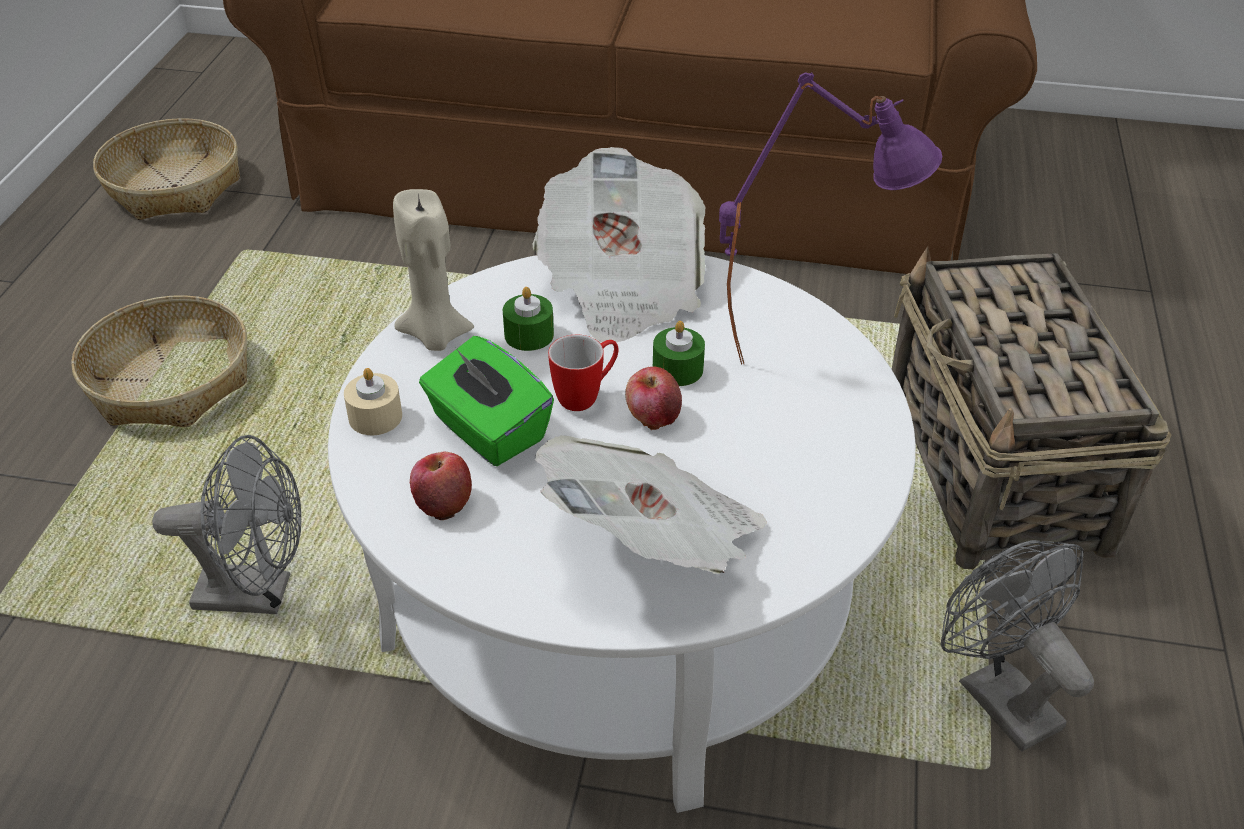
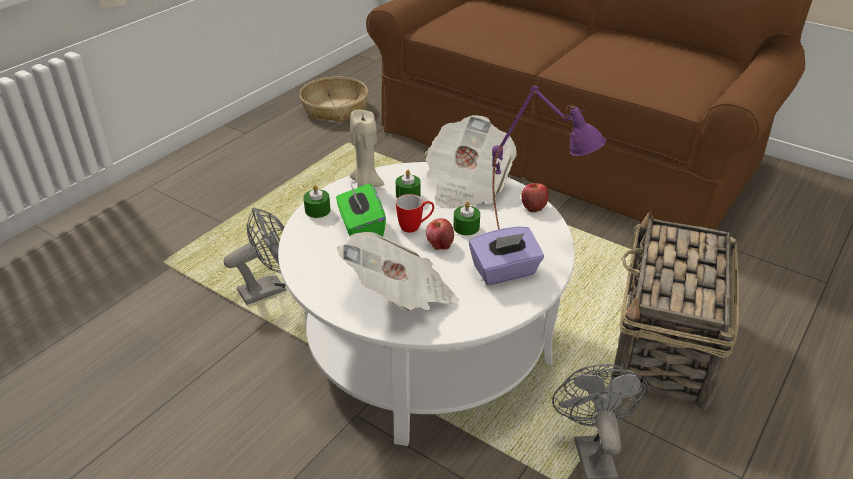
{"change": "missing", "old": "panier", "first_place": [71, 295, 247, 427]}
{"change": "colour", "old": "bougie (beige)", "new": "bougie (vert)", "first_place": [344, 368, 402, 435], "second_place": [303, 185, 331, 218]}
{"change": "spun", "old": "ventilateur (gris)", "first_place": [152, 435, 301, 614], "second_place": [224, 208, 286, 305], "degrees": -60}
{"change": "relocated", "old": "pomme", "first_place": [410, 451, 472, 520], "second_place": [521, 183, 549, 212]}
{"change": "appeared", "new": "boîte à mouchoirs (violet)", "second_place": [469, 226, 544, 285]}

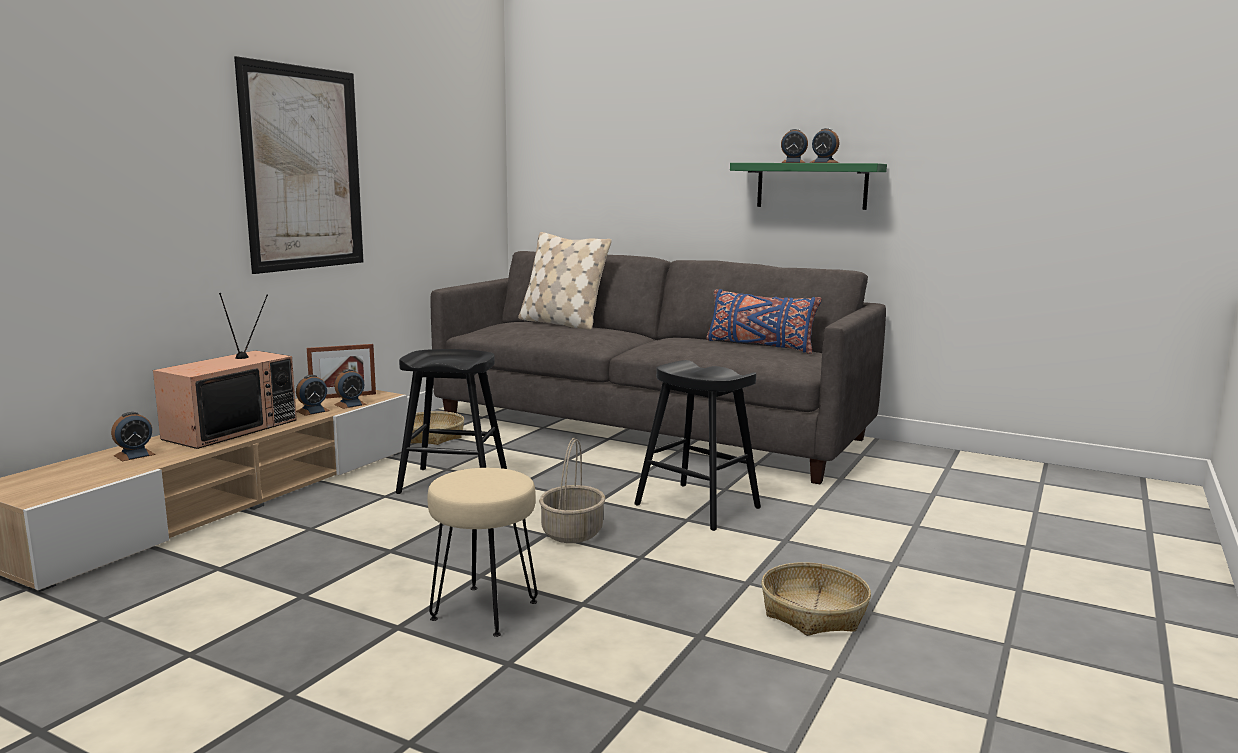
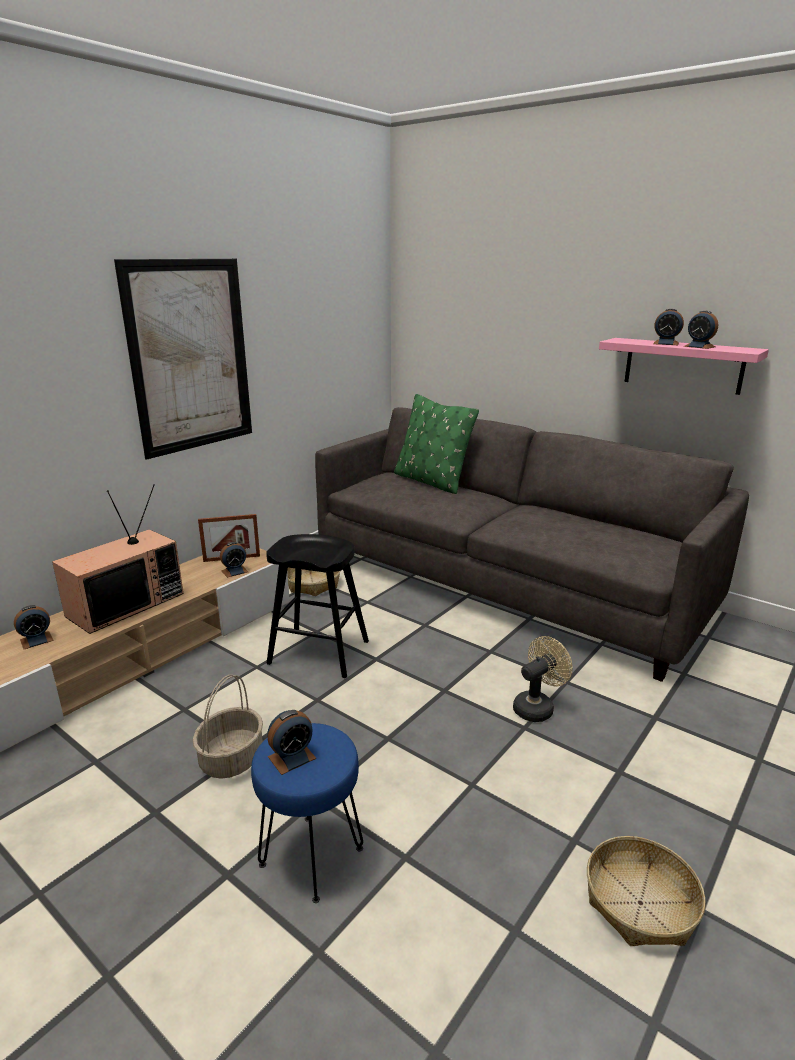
{"change": "colour", "old": "étagère (vert)", "new": "étagère (rose)", "first_place": [730, 163, 887, 210], "second_place": [599, 338, 769, 395]}
{"change": "colour", "old": "coussin (beige)", "new": "coussin (vert)", "first_place": [518, 232, 612, 329], "second_place": [394, 394, 479, 494]}
{"change": "missing", "old": "coussin (bleu)", "first_place": [706, 289, 822, 354]}
{"change": "exchanged", "old": "tabouret (noir)", "new": "ventilateur (beige)", "first_place": [634, 360, 761, 531], "second_place": [513, 636, 573, 722]}
{"change": "relocated", "old": "réveil", "first_place": [296, 375, 330, 416], "second_place": [267, 710, 316, 775]}
{"change": "relocated", "old": "panier", "first_place": [539, 438, 606, 543], "second_place": [193, 674, 263, 779]}
{"change": "colour", "old": "tabouret (beige)", "new": "tabouret (bleu)", "first_place": [427, 468, 537, 637], "second_place": [251, 723, 363, 903]}

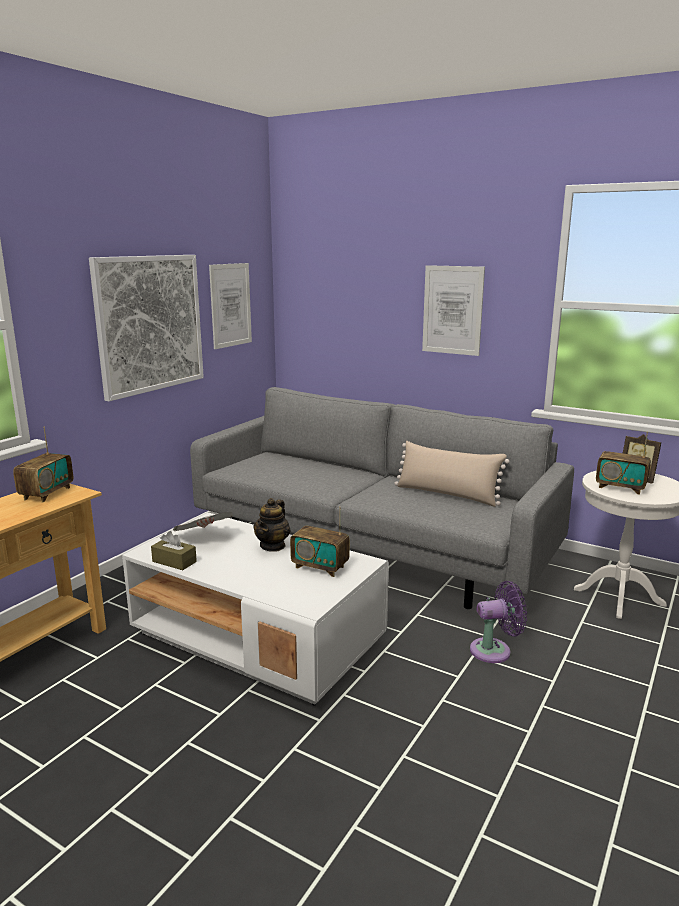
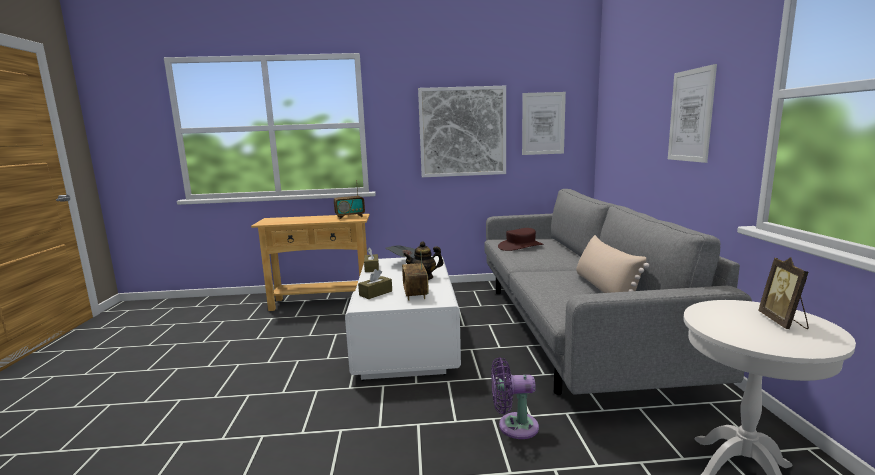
{"change": "missing", "old": "radio", "first_place": [596, 431, 651, 495]}
{"change": "spun", "old": "ventilateur (violet)", "first_place": [470, 581, 527, 663], "second_place": [491, 357, 539, 439], "degrees": 135}
{"change": "appeared", "new": "chapeau (marron)", "second_place": [498, 228, 543, 251]}
{"change": "appeared", "new": "boîte à mouchoirs (marron)", "second_place": [358, 269, 392, 299]}

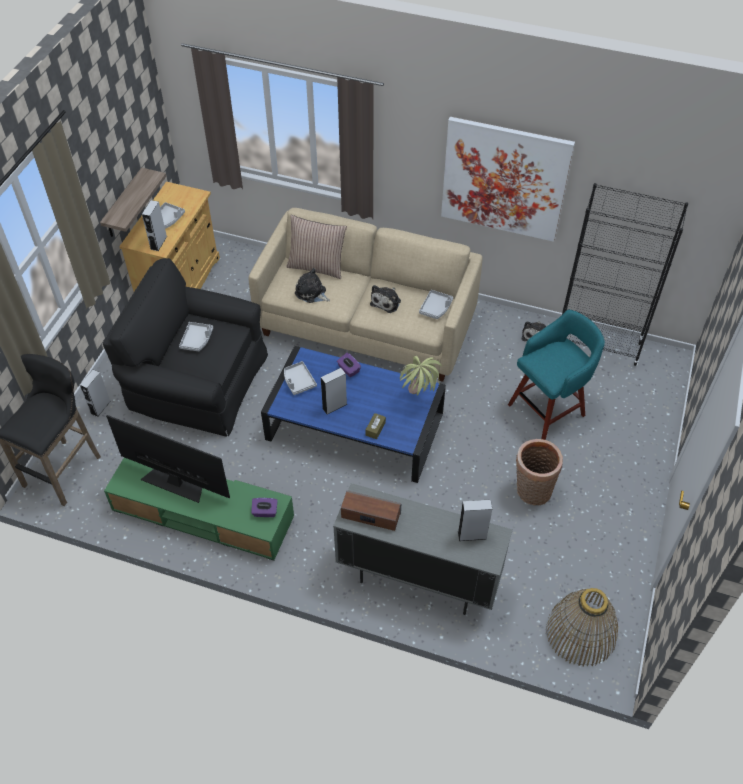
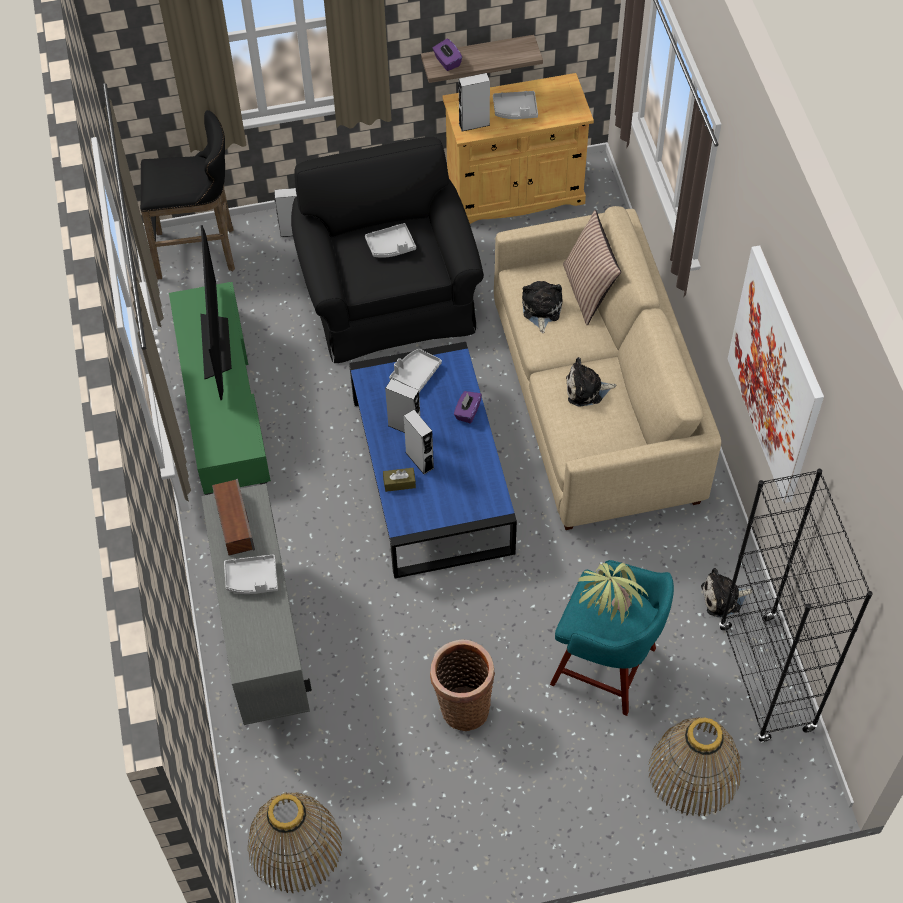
{"change": "relocated", "old": "plateau (gris)", "first_place": [419, 290, 453, 319], "second_place": [224, 555, 278, 594]}
{"change": "relocated", "old": "plante en pot", "first_place": [400, 356, 442, 396], "second_place": [578, 563, 648, 625]}
{"change": "relocated", "old": "boîte à mouchoirs (violet)", "first_place": [251, 498, 278, 517], "second_place": [432, 39, 462, 71]}
{"change": "relocated", "old": "enceinte (gris)", "first_place": [458, 499, 492, 541], "second_place": [404, 410, 434, 474]}
{"change": "appeared", "new": "panier", "second_place": [648, 717, 741, 816]}

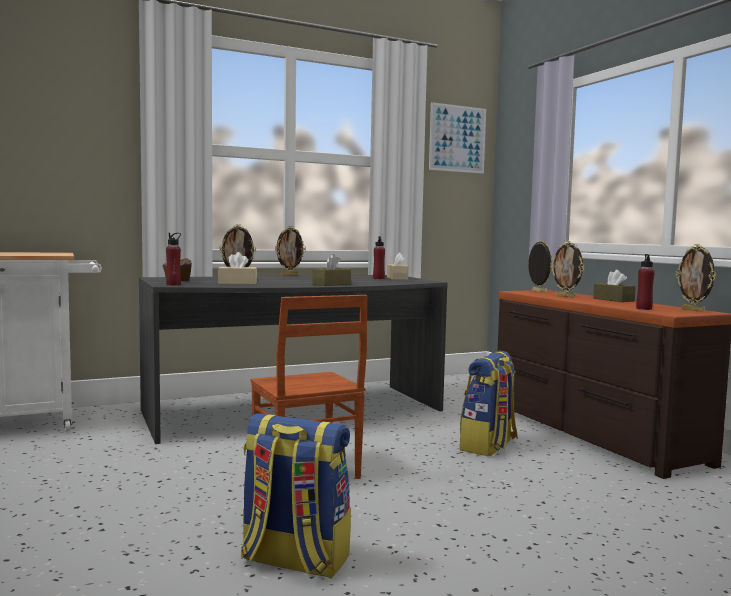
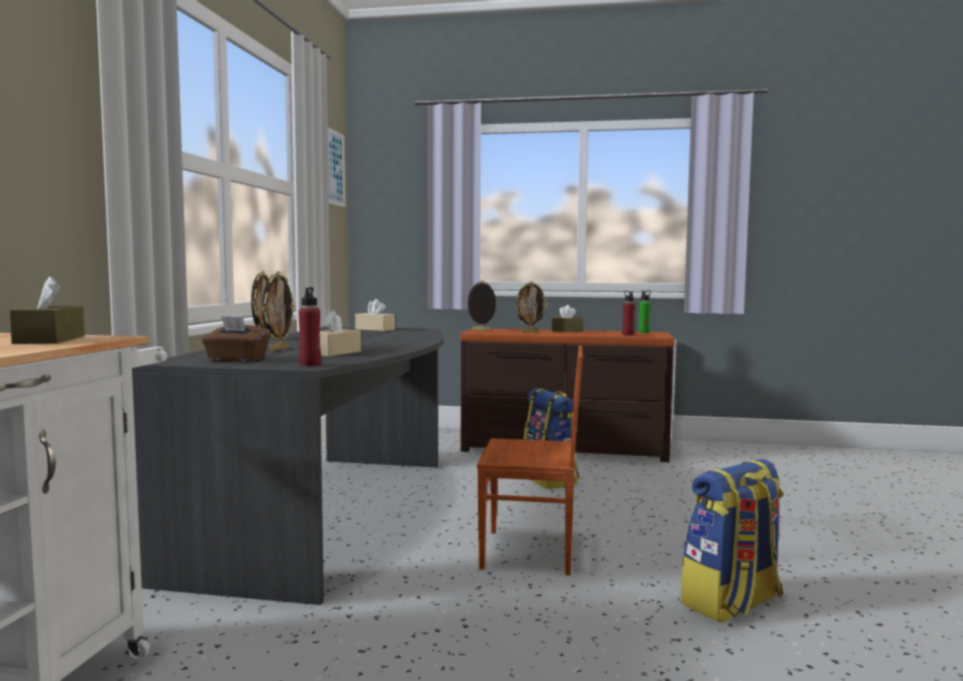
{"change": "missing", "old": "bouteille (rouge)", "first_place": [373, 236, 385, 279]}
{"change": "exchanged", "old": "cadre photo", "new": "bouteille (vert)", "first_place": [676, 244, 716, 312], "second_place": [638, 290, 651, 333]}
{"change": "relocated", "old": "boîte à mouchoirs (marron)", "first_place": [312, 254, 351, 286], "second_place": [9, 276, 85, 344]}

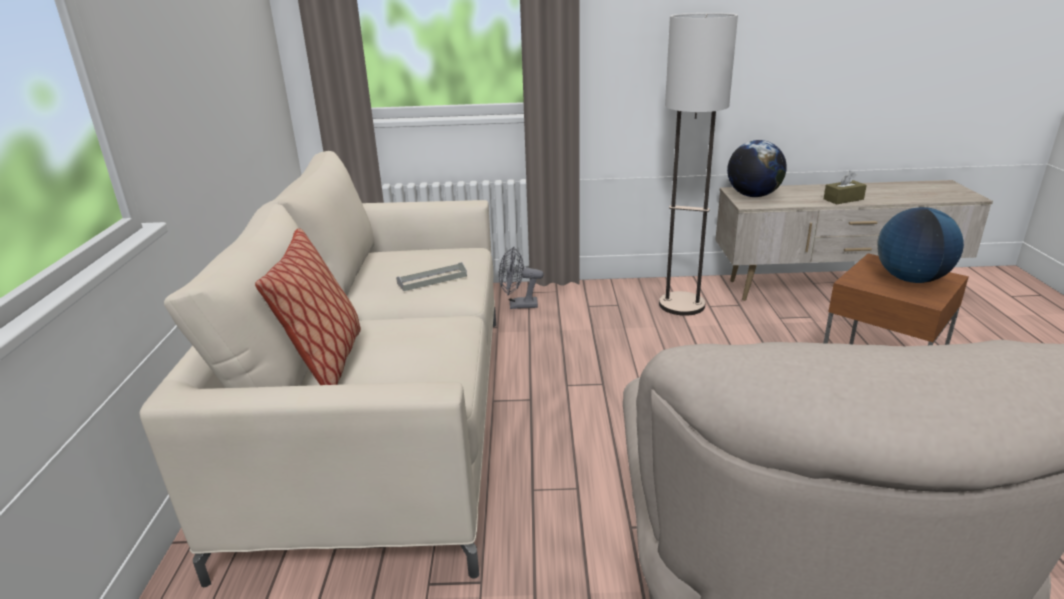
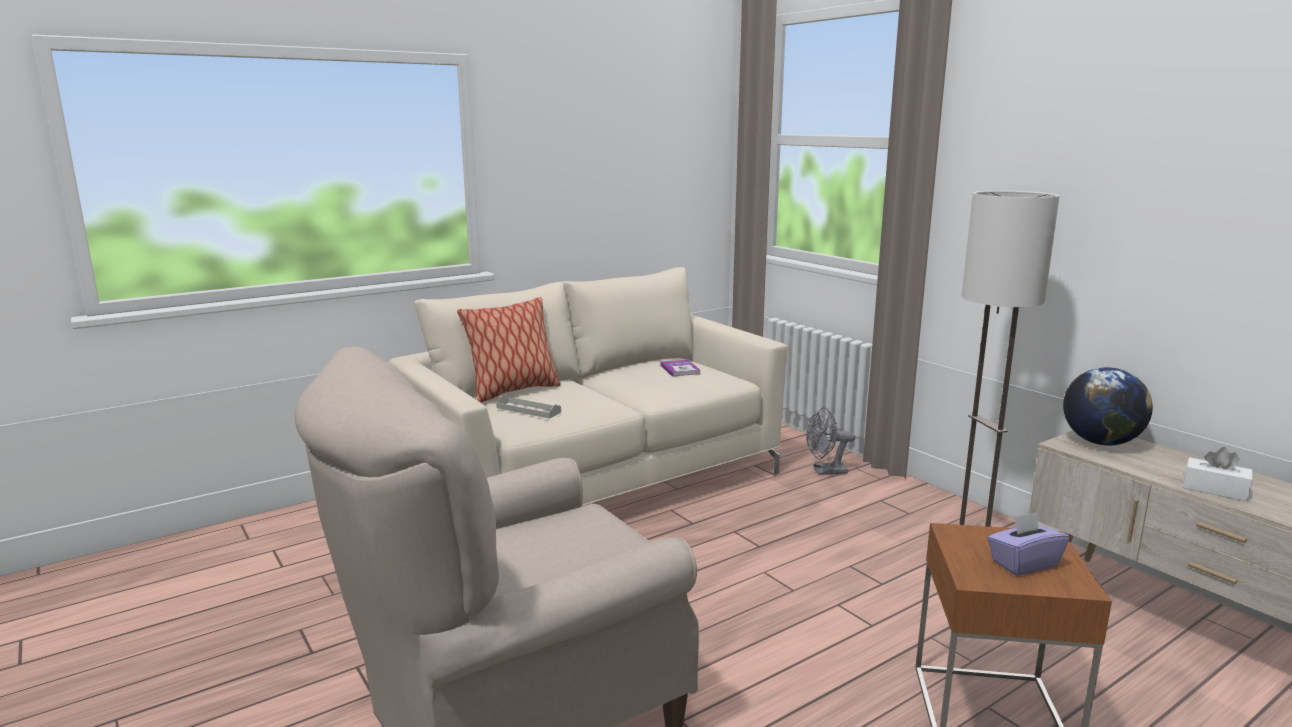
{"change": "colour", "old": "boîte à mouchoirs (marron)", "new": "boîte à mouchoirs (blanc)", "first_place": [824, 171, 867, 204], "second_place": [1183, 447, 1253, 501]}
{"change": "exchanged", "old": "globe", "new": "boîte à mouchoirs (violet)", "first_place": [877, 207, 964, 283], "second_place": [988, 512, 1069, 576]}
{"change": "spun", "old": "ventilateur (gris)", "first_place": [499, 247, 544, 309], "second_place": [806, 407, 855, 475], "degrees": -60}
{"change": "relocated", "old": "plateau (gris)", "first_place": [396, 262, 467, 291], "second_place": [496, 395, 561, 419]}
{"change": "appeared", "new": "livre", "second_place": [660, 359, 700, 377]}

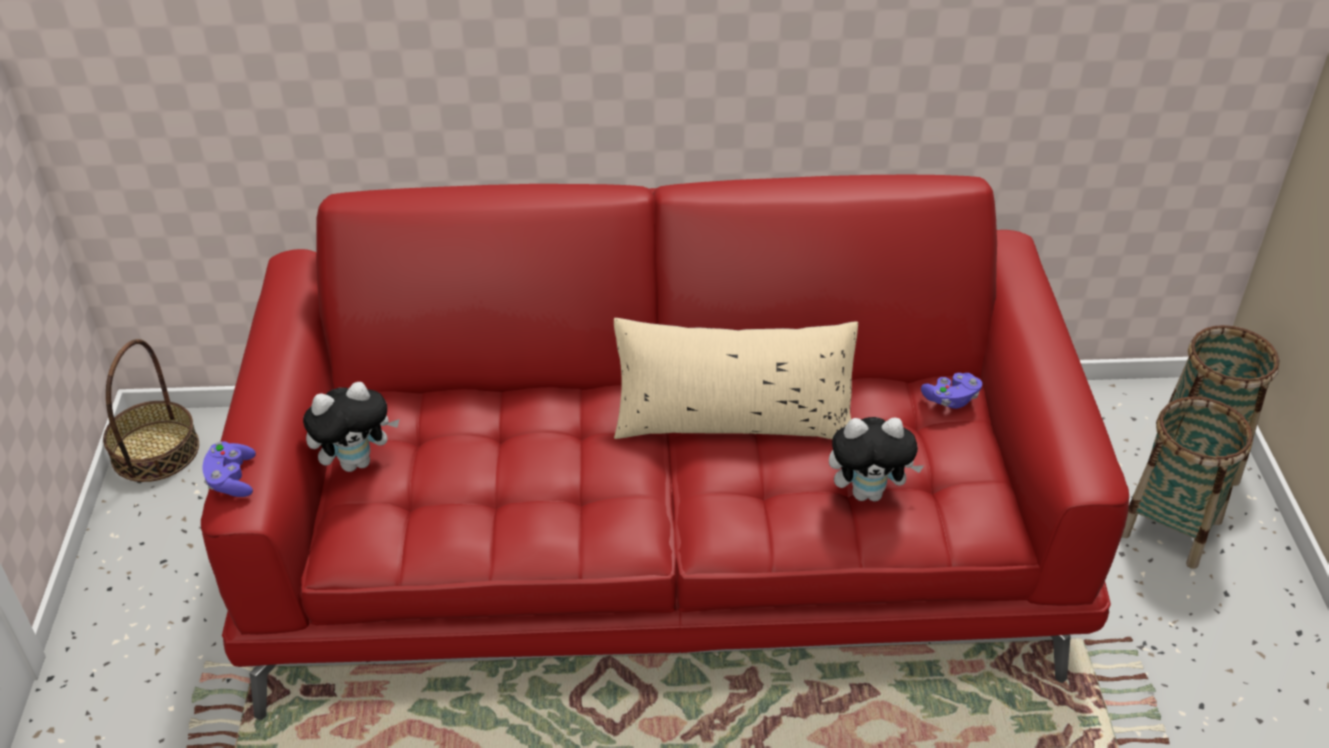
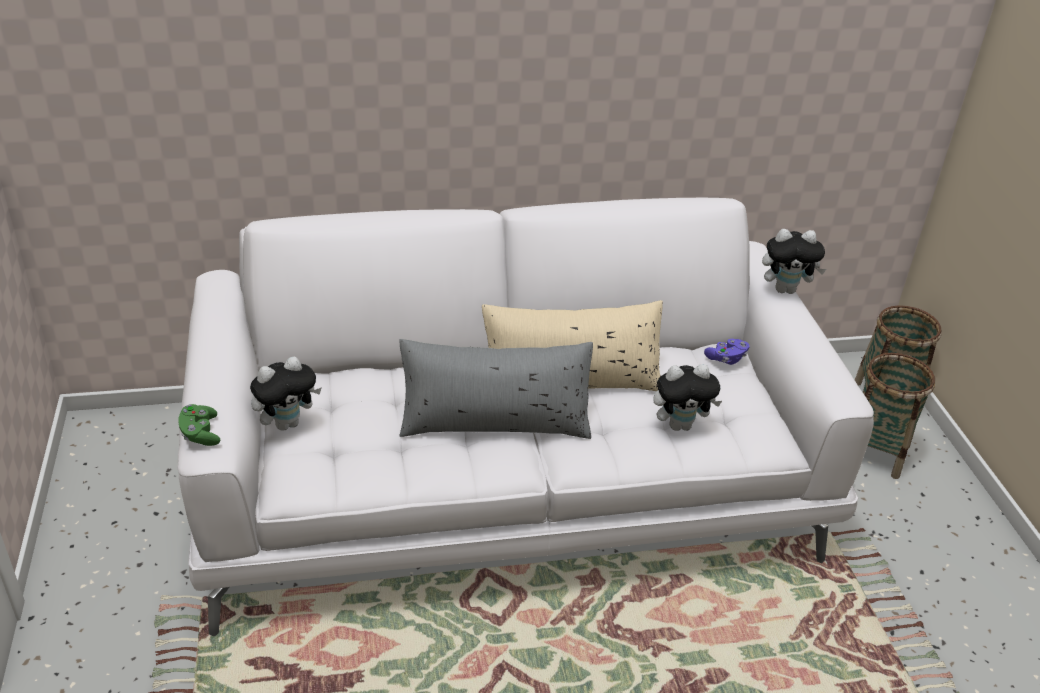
{"change": "colour", "old": "canapé (rouge)", "new": "canapé (blanc)", "first_place": [201, 175, 1129, 720], "second_place": [177, 198, 874, 636]}
{"change": "missing", "old": "panier", "first_place": [103, 339, 199, 482]}
{"change": "colour", "old": "manette (violet)", "new": "manette (vert)", "first_place": [202, 441, 256, 497], "second_place": [178, 404, 220, 446]}
{"change": "appeared", "new": "peluche", "second_place": [762, 229, 826, 294]}
{"change": "appeared", "new": "coussin (gris)", "second_place": [399, 339, 593, 439]}

